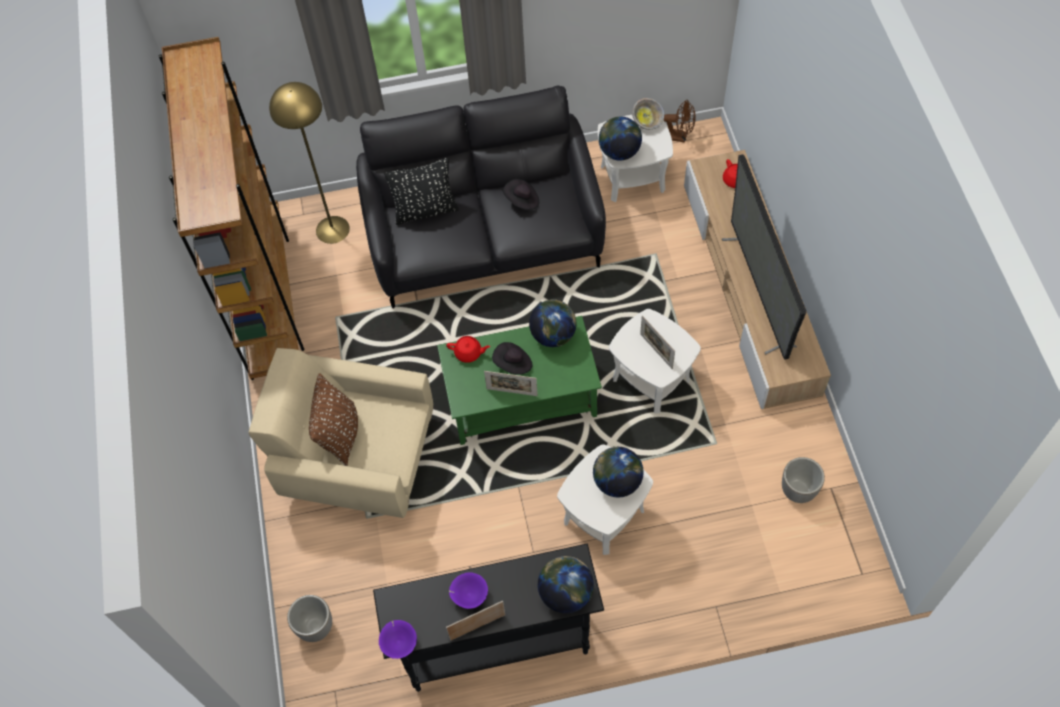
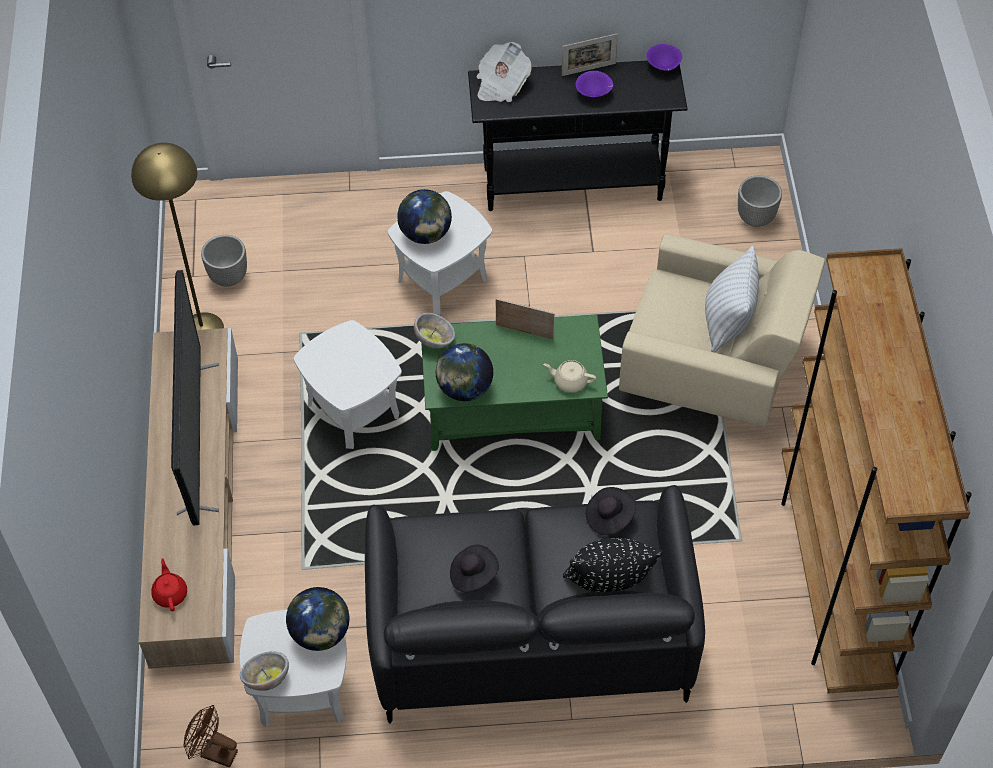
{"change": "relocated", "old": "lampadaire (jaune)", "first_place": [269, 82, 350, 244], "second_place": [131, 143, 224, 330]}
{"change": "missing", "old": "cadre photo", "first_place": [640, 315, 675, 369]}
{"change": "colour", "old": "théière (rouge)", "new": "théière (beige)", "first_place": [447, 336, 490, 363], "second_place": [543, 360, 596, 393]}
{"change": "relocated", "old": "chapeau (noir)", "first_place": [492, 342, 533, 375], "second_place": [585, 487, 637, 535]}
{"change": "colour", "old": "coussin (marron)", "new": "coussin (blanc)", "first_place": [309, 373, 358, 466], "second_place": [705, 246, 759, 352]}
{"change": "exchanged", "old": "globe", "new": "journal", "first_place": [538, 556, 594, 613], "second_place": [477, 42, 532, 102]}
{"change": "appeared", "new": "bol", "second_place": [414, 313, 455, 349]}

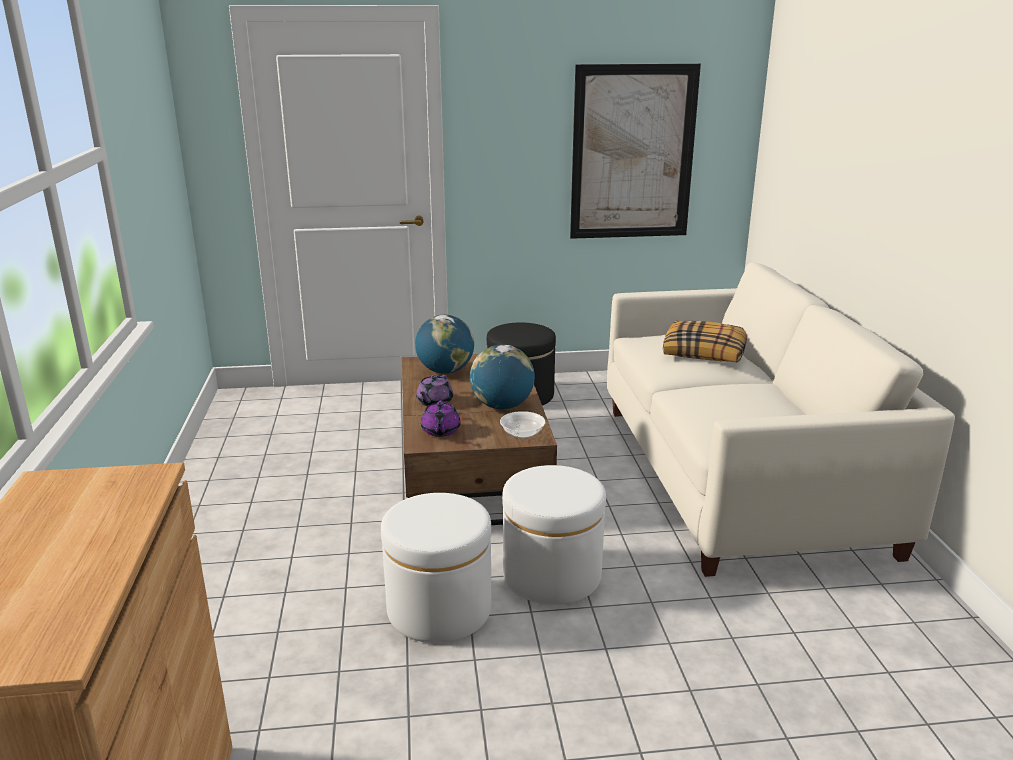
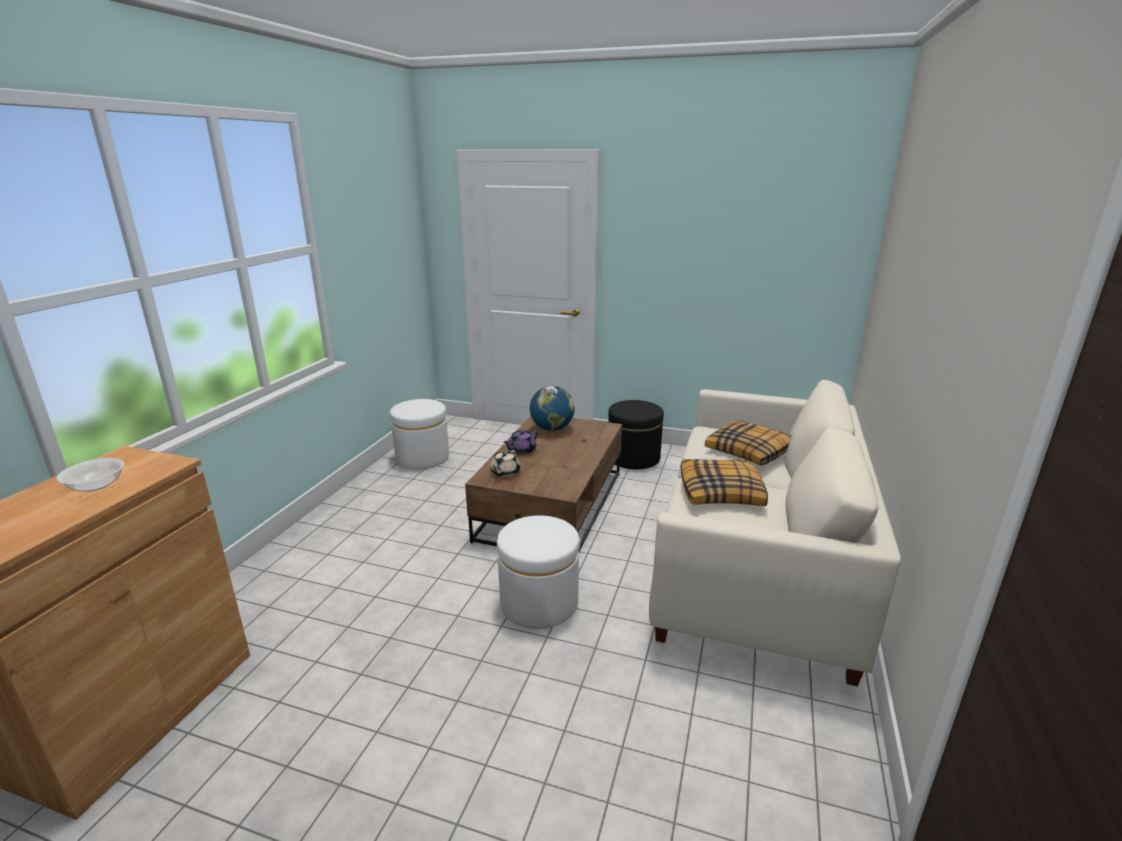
{"change": "missing", "old": "tableau", "first_place": [570, 64, 701, 239]}
{"change": "missing", "old": "globe", "first_place": [470, 345, 535, 409]}
{"change": "colour", "old": "théière (violet)", "new": "théière (beige)", "first_place": [421, 400, 461, 437], "second_place": [490, 450, 520, 477]}
{"change": "relocated", "old": "bol", "first_place": [500, 411, 545, 439], "second_place": [56, 458, 124, 492]}
{"change": "relocated", "old": "pouf (blanc)", "first_place": [381, 493, 491, 643], "second_place": [390, 399, 449, 469]}
{"change": "appeared", "new": "coussin", "second_place": [681, 459, 768, 506]}

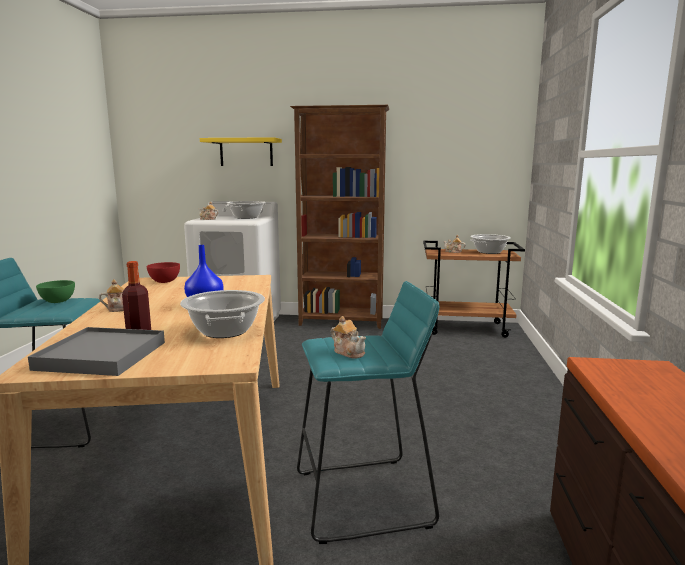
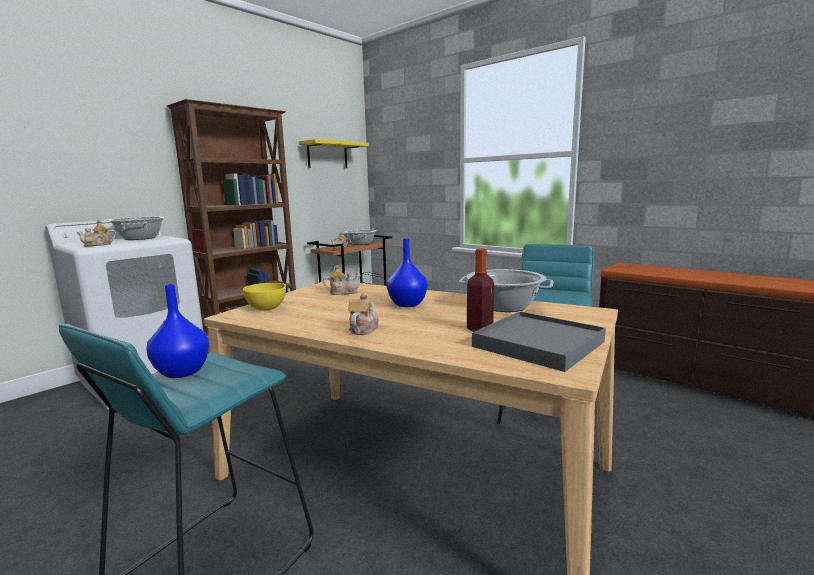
{"change": "relocated", "old": "étagère (jaune)", "first_place": [200, 137, 282, 166], "second_place": [299, 139, 369, 168]}
{"change": "colour", "old": "bol (rouge)", "new": "bol (jaune)", "first_place": [147, 262, 180, 283], "second_place": [243, 283, 286, 311]}
{"change": "exchanged", "old": "bol (vert)", "new": "vase (bleu)", "first_place": [36, 280, 75, 303], "second_place": [146, 284, 209, 378]}
{"change": "relocated", "old": "théière", "first_place": [331, 316, 366, 359], "second_place": [323, 264, 361, 295]}

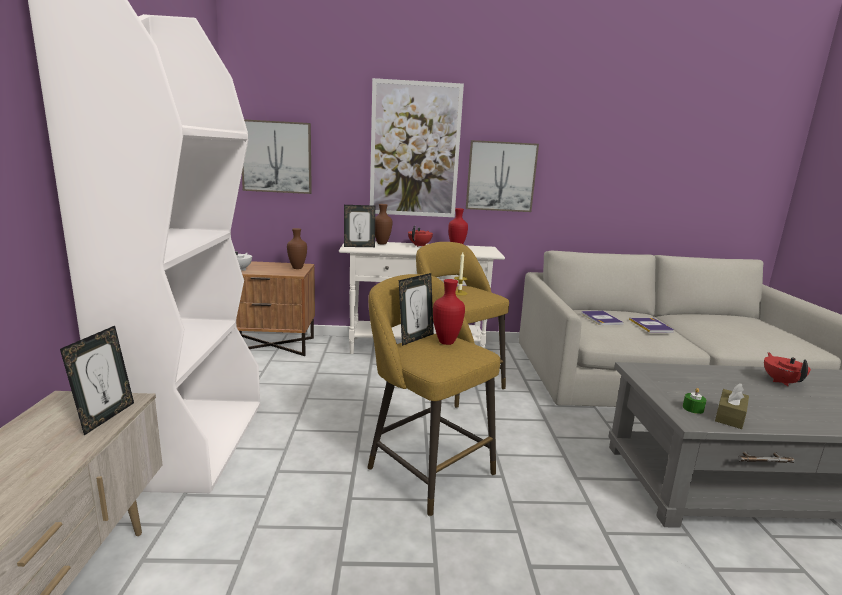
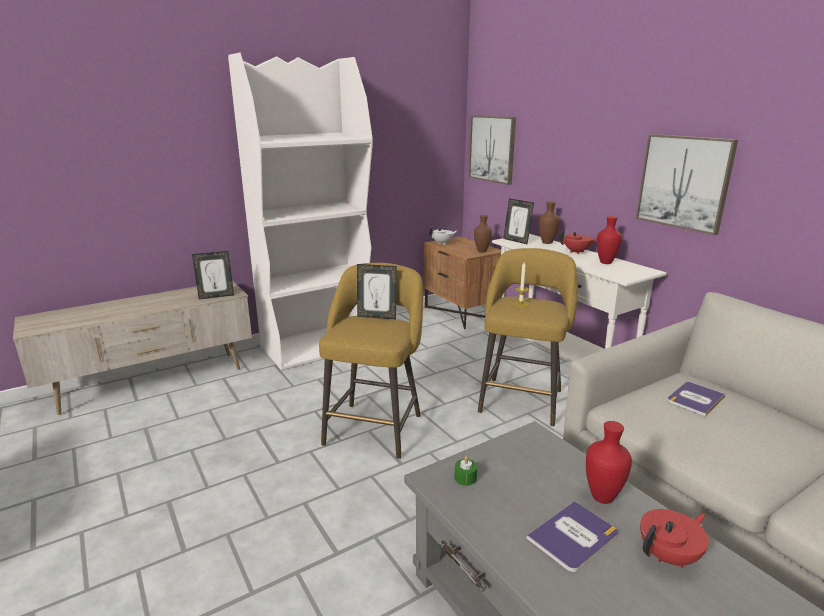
{"change": "missing", "old": "tableau", "first_place": [370, 78, 464, 217]}
{"change": "relocated", "old": "vase (rouge)", "first_place": [433, 279, 465, 345], "second_place": [586, 421, 632, 504]}
{"change": "relocated", "old": "livre", "first_place": [629, 318, 674, 333], "second_place": [527, 501, 618, 572]}
{"change": "missing", "old": "boîte à mouchoirs (marron)", "first_place": [715, 383, 749, 429]}

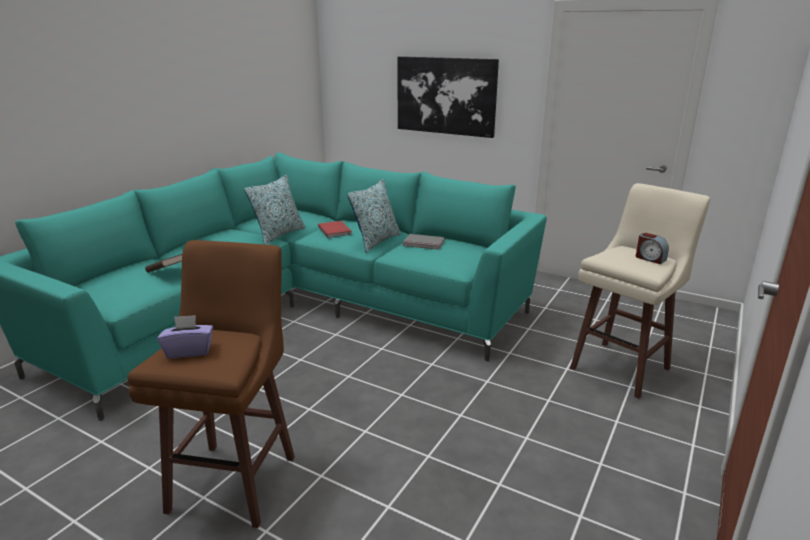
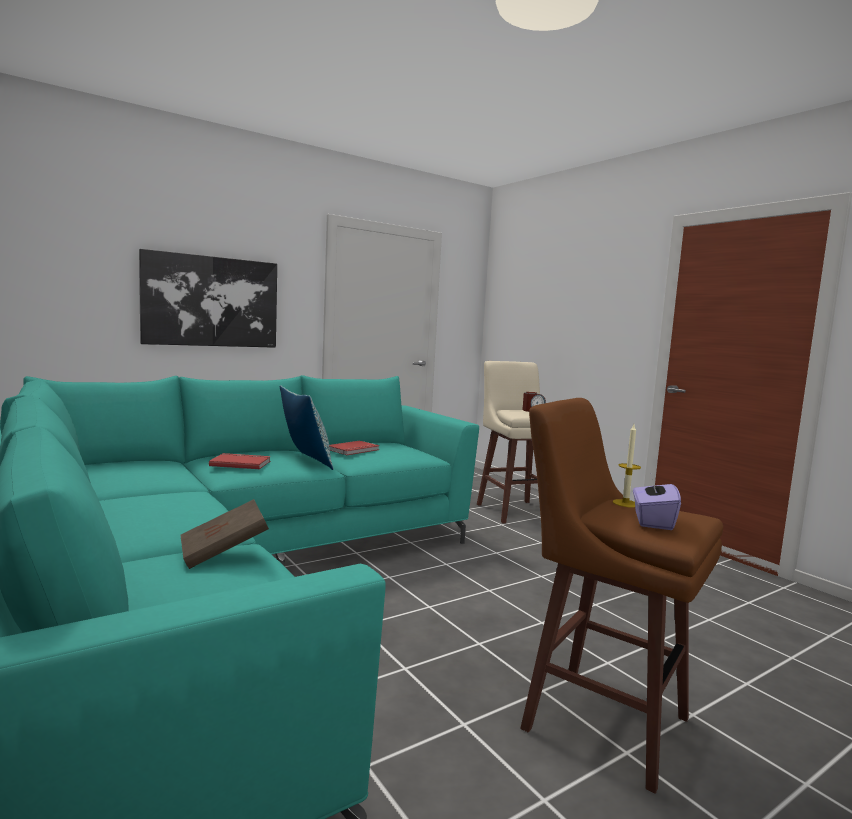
{"change": "missing", "old": "coussin", "first_place": [244, 175, 306, 245]}
{"change": "colour", "old": "livre (gris)", "new": "livre (rouge)", "first_place": [402, 234, 445, 250], "second_place": [329, 440, 380, 455]}
{"change": "appeared", "new": "bougie", "second_place": [613, 425, 641, 507]}

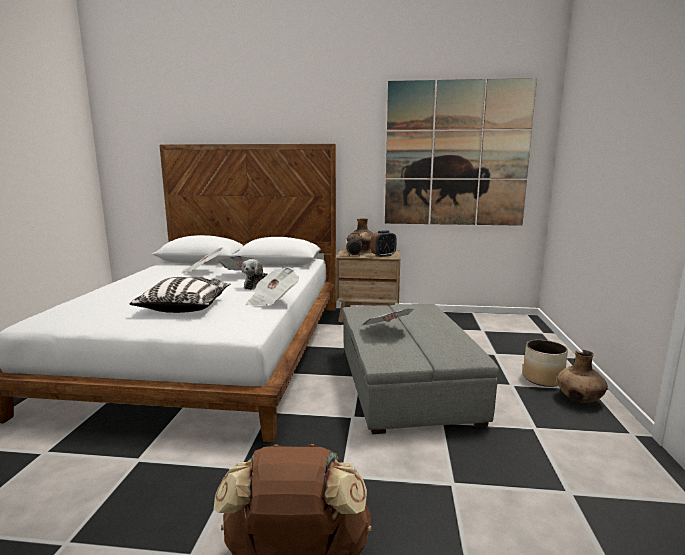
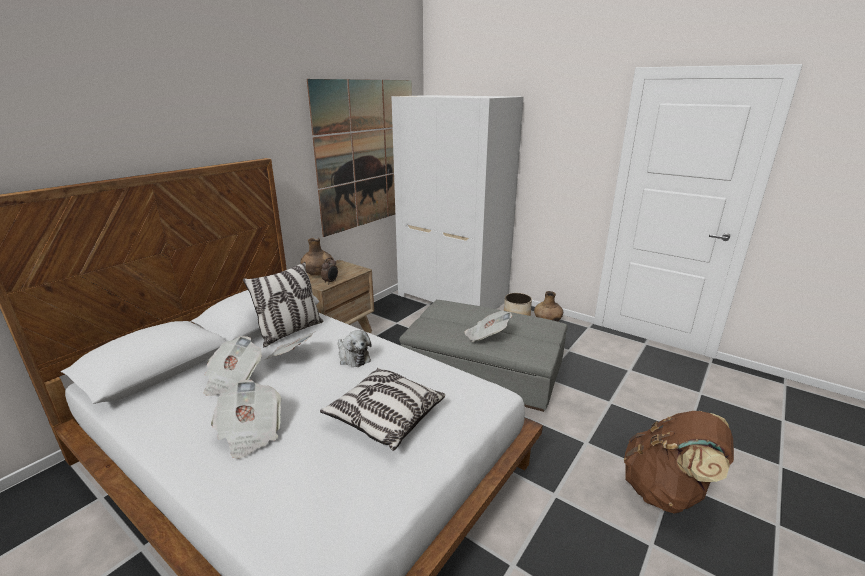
{"change": "missing", "old": "réveil", "first_place": [371, 230, 397, 257]}
{"change": "relocated", "old": "journal", "first_place": [247, 267, 299, 306], "second_place": [211, 380, 281, 459]}
{"change": "appeared", "new": "armoire (blanc)", "second_place": [391, 95, 524, 309]}
{"change": "appeared", "new": "coussin", "second_place": [243, 262, 323, 347]}

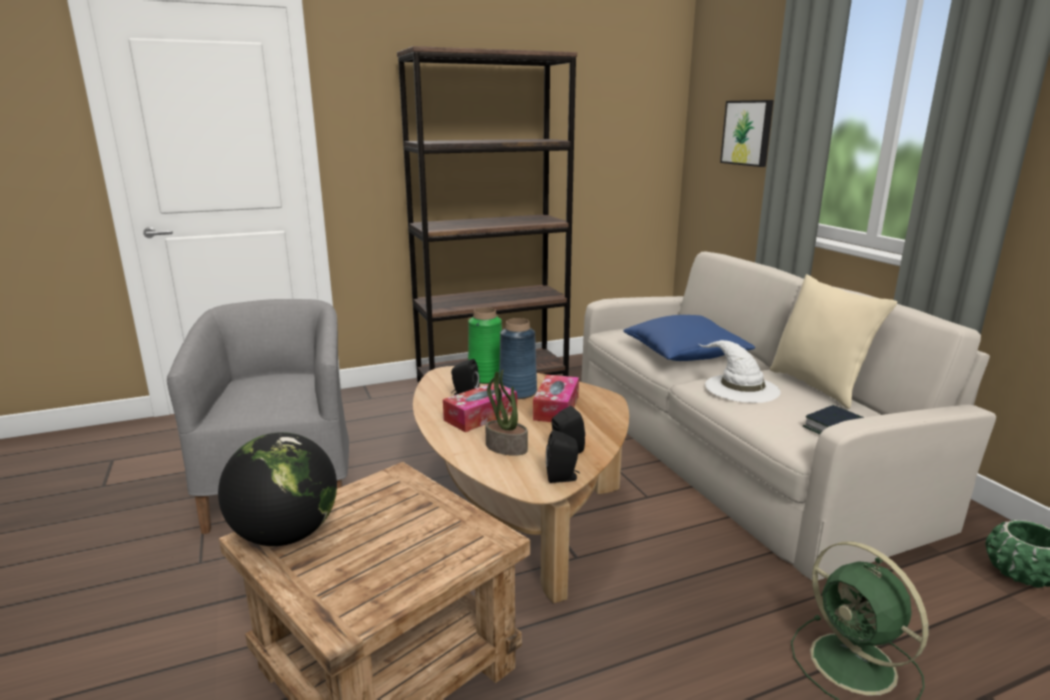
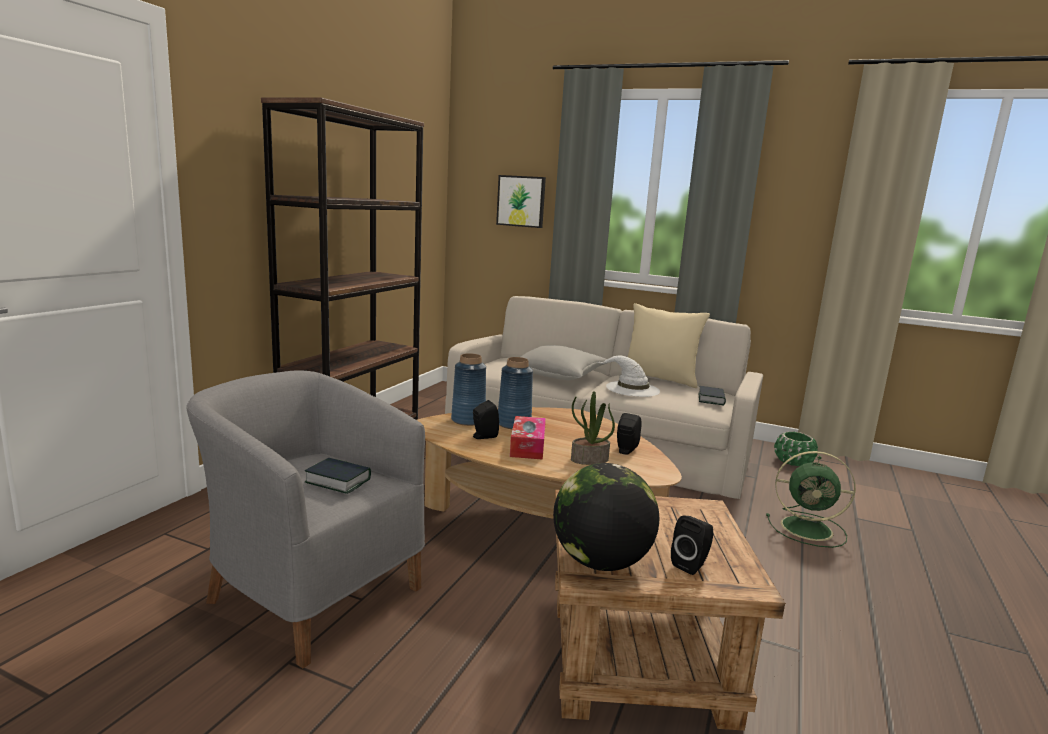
{"change": "colour", "old": "vase (vert)", "new": "vase (bleu)", "first_place": [468, 307, 502, 384], "second_place": [451, 353, 486, 426]}
{"change": "colour", "old": "coussin (bleu)", "new": "coussin (gris)", "first_place": [623, 315, 755, 361], "second_place": [521, 345, 607, 380]}
{"change": "missing", "old": "boîte à mouchoirs", "first_place": [533, 375, 579, 422]}
{"change": "relocated", "old": "enceinte (noir)", "first_place": [546, 430, 580, 483], "second_place": [671, 516, 713, 575]}
{"change": "appeared", "new": "livre", "second_place": [305, 458, 371, 494]}

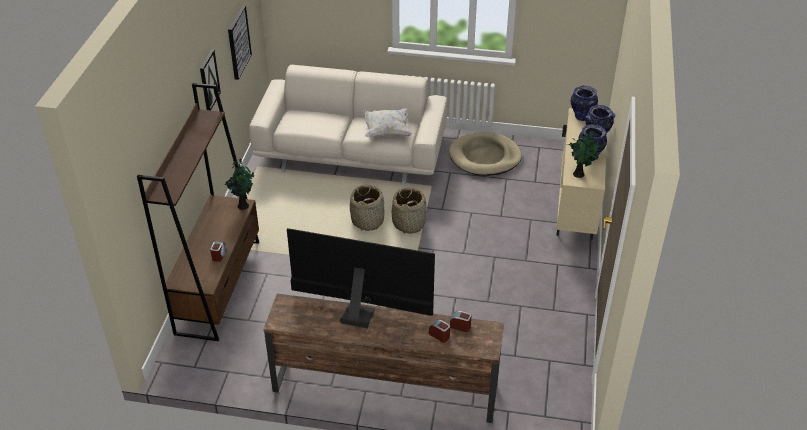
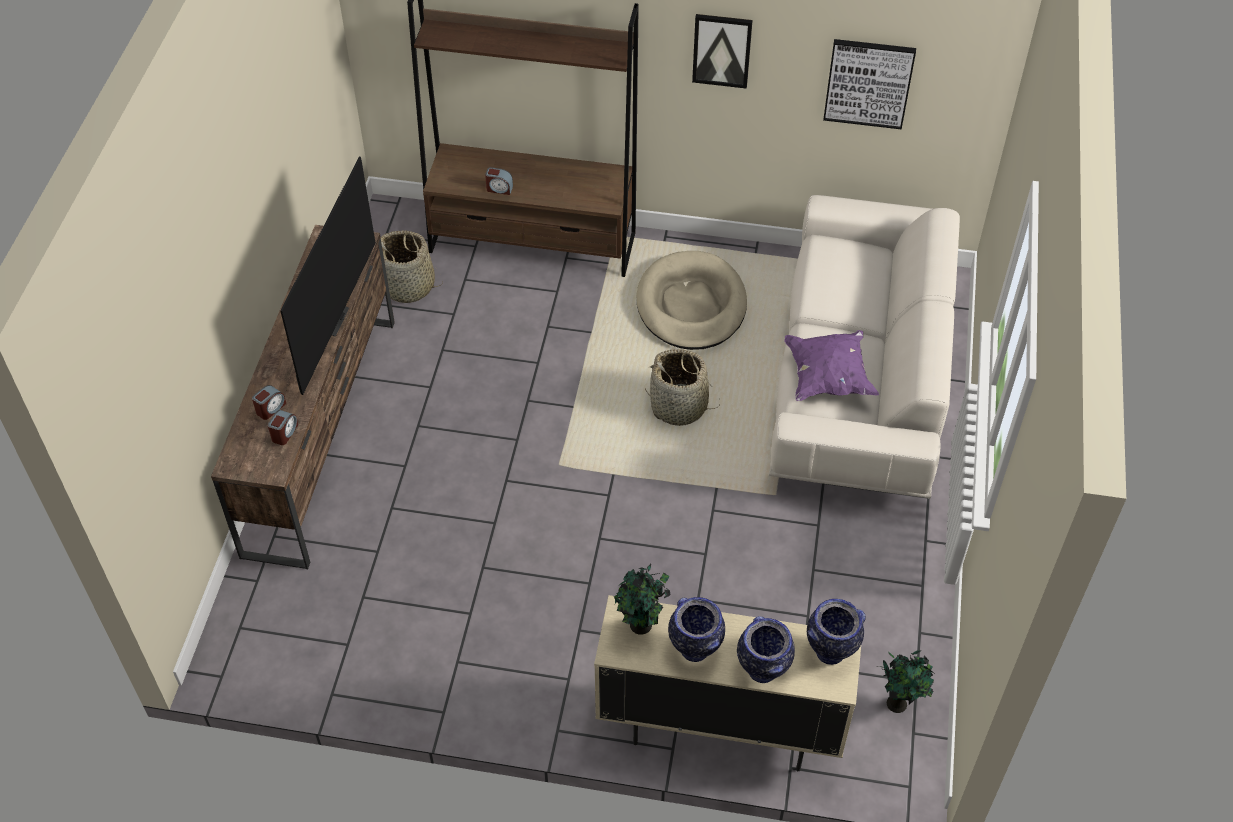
{"change": "colour", "old": "coussin (blanc)", "new": "coussin (violet)", "first_place": [362, 108, 412, 137], "second_place": [784, 330, 879, 401]}
{"change": "relocated", "old": "panier pour chien (beige)", "first_place": [449, 132, 522, 176], "second_place": [636, 251, 747, 350]}
{"change": "relocated", "old": "plante en pot", "first_place": [225, 159, 254, 210], "second_place": [878, 651, 936, 713]}
{"change": "relocated", "old": "panier", "first_place": [392, 187, 426, 234], "second_place": [381, 230, 443, 303]}

